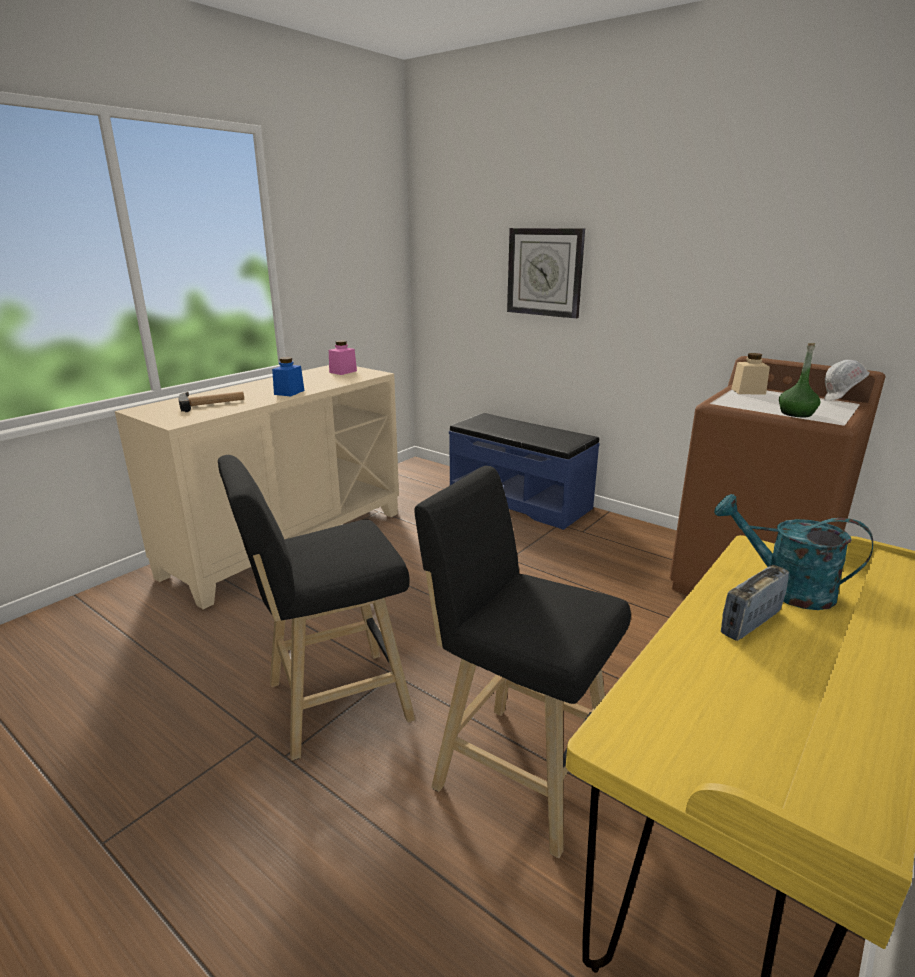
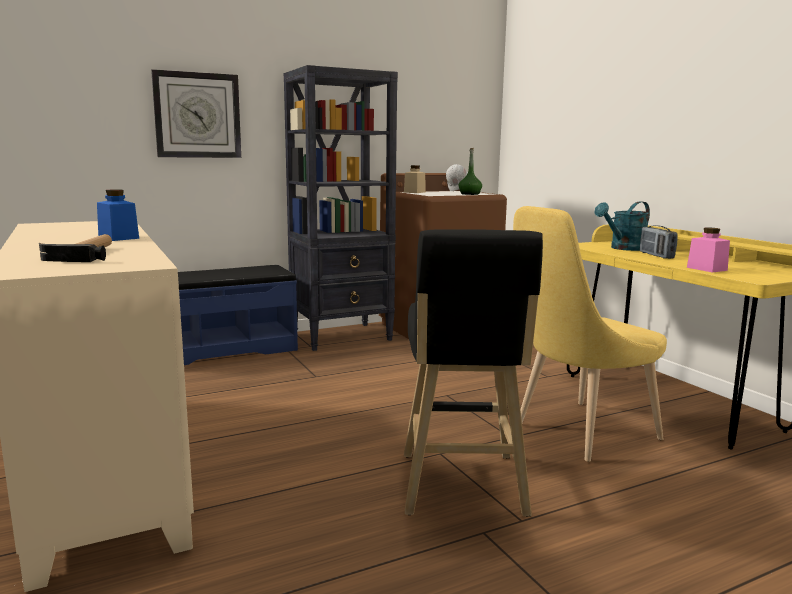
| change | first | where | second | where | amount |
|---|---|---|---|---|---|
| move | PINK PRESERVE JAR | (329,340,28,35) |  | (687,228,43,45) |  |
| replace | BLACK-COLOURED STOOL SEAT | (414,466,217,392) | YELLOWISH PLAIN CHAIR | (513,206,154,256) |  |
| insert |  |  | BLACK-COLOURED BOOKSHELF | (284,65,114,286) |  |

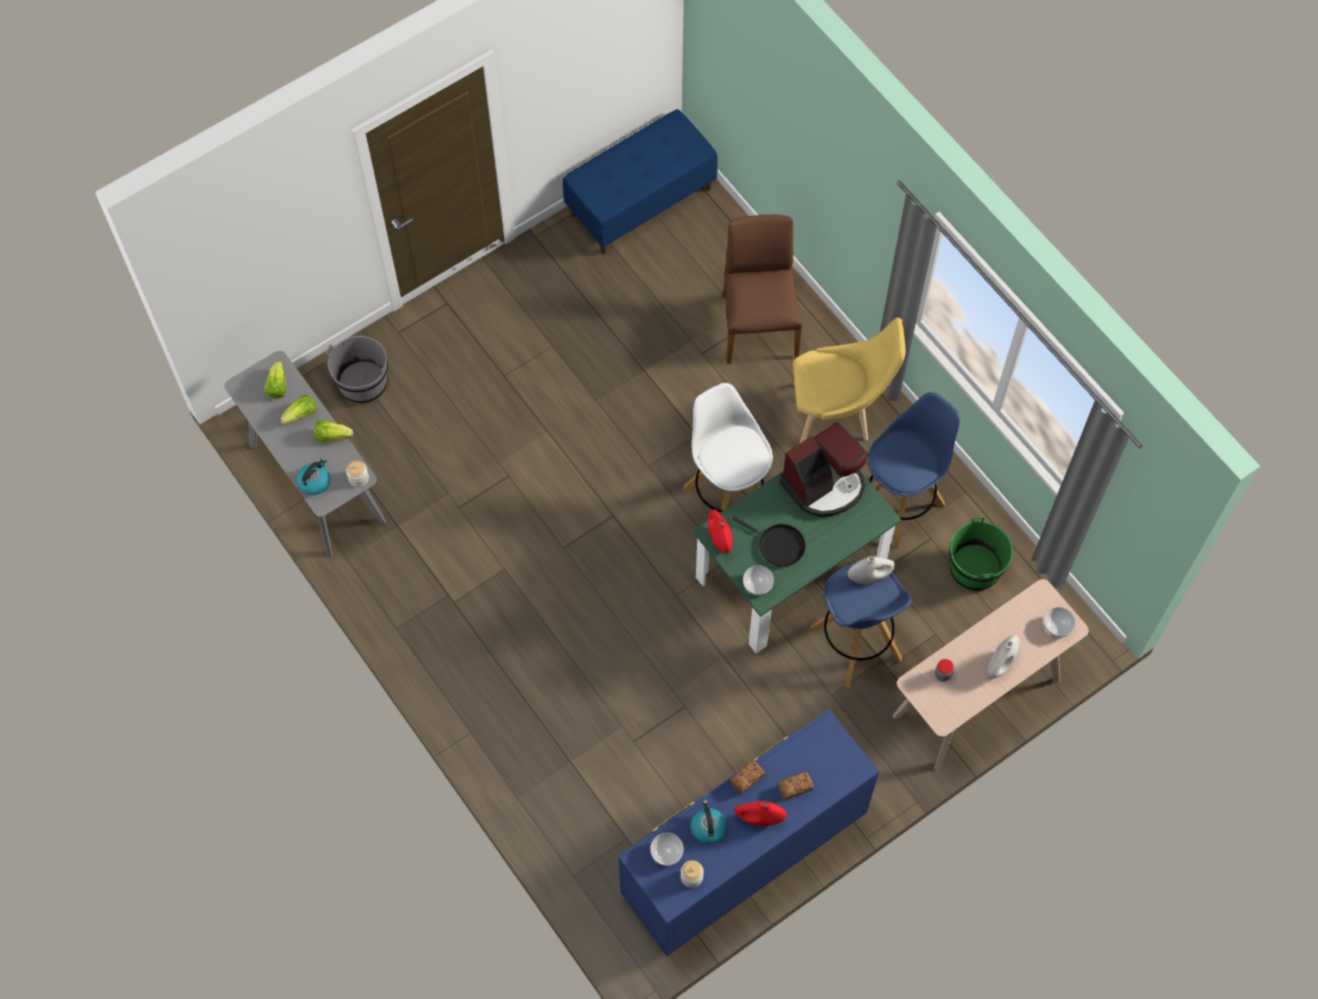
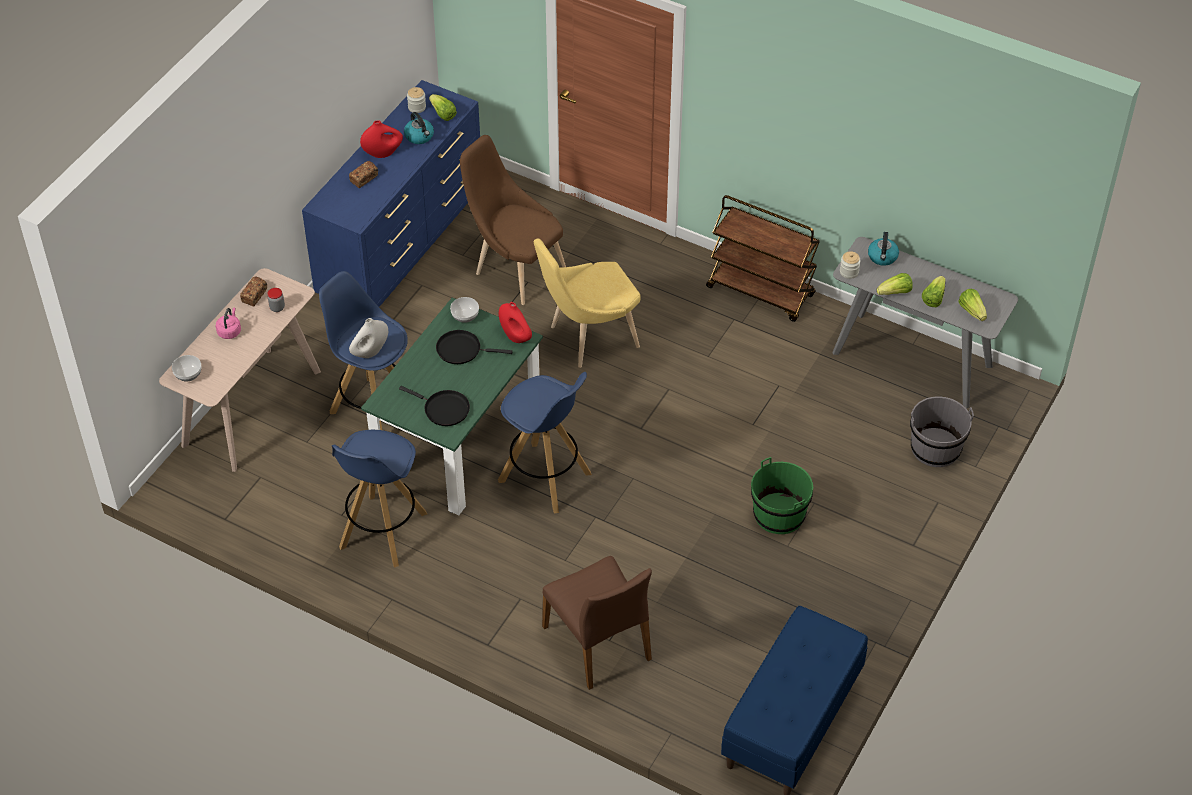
| change | first | where | second | where | amount |
|---|---|---|---|---|---|
| move | YELLOWISH PLAIN CHAIR | (793,317,113,127) |  | (534,238,107,130) |  |
| recolor | WHITE STOOL SEAT | (683,383,90,129) | BLUISH STOOL SEAT | (498,372,94,141) |  |
| replace | COFFEE MAKER | (779,422,89,95) | BLACK-COLOURED FRYING PAN | (399,386,71,40) |  |
| move | GREEN-COLOURED BUCKET | (949,517,64,74) |  | (751,457,62,77) |  |
| replace | WHITE VASE | (987,635,33,43) | PINK KETTLE | (216,307,25,32) |  |
| move | BAKED BREAD | (730,761,35,34) |  | (240,276,27,30) |  |
| replace | DEEP DISH | (650,833,34,33) | LETTUCE HEAD | (429,94,28,27) |  |
| insert |  |  | BROWNISH PLAIN CHAIR | (460,135,106,170) |  |
| insert |  |  | BROWNISH WHEELED CART | (706,195,114,127) |  |

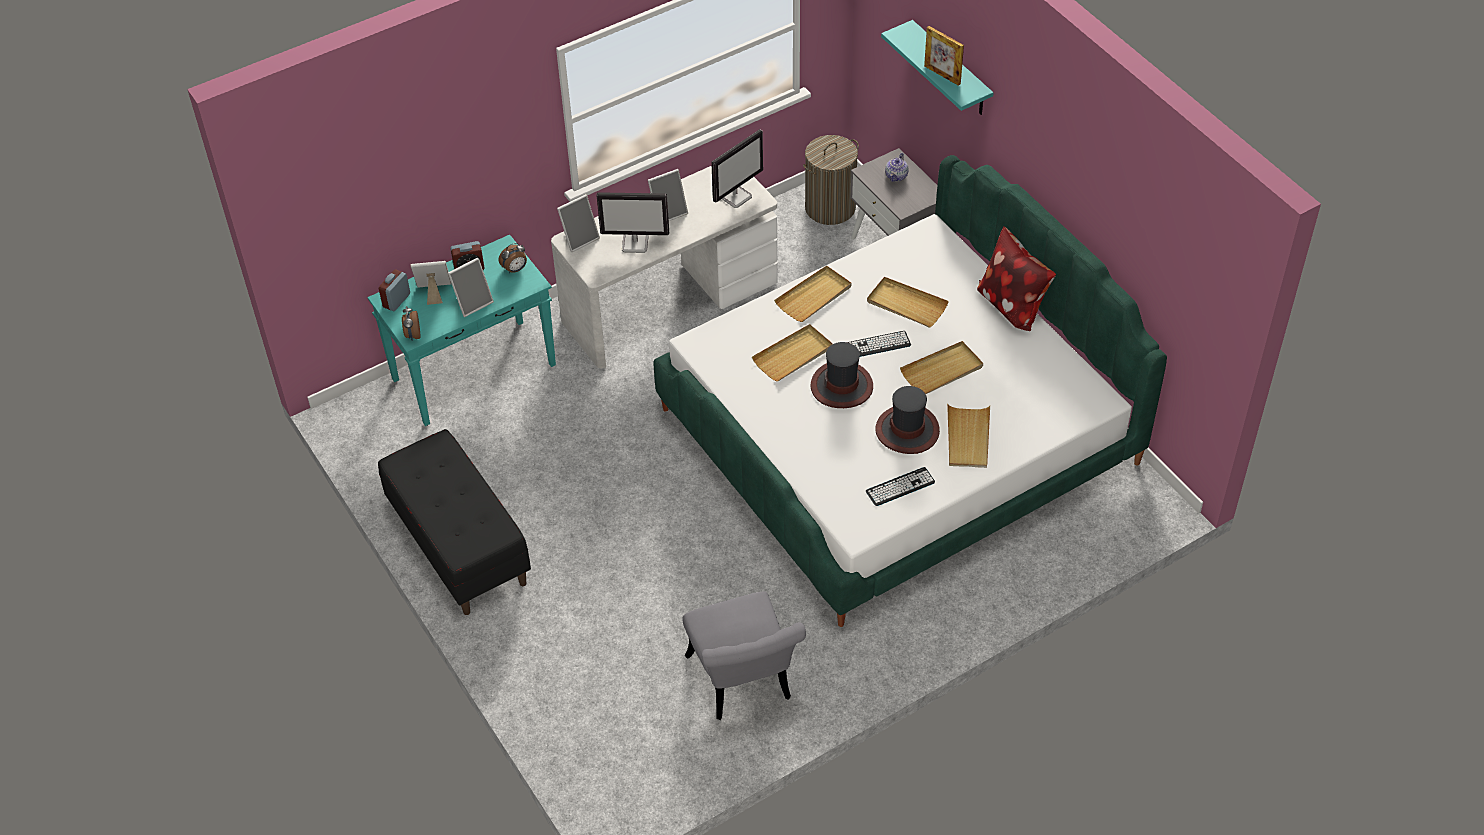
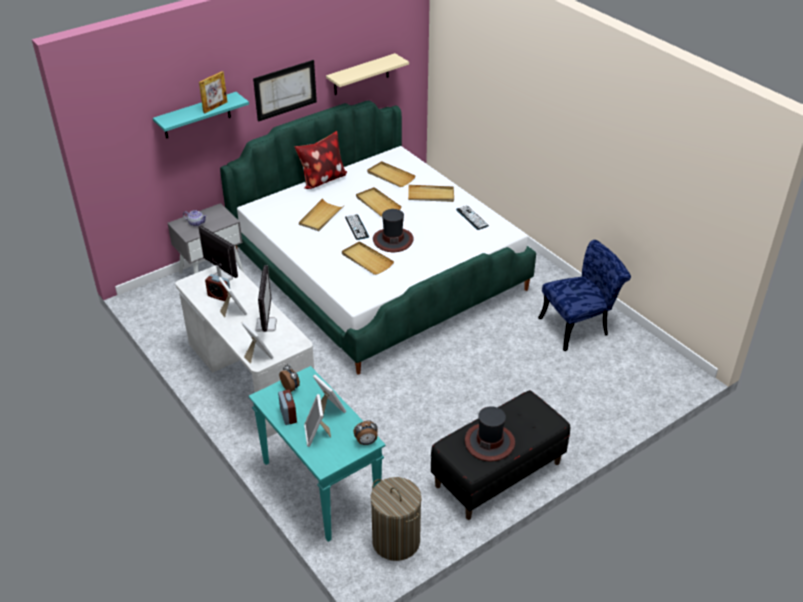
| change | first | where | second | where | amount |
|---|---|---|---|---|---|
| move | WASHING BASKET | (803,135,56,90) |  | (371,477,50,84) |  |
| move | BEIGE-COLOURED CARRYING TRAY | (774,265,77,57) |  | (367,161,48,26) |  |
| move | ALARM CLOCK | (379,269,31,42) |  | (205,274,25,27) |  |
| move | HAT | (875,386,65,68) |  | (465,407,50,55) |  |
| recolor | GRAY PLAIN CHAIR | (683,592,123,128) | BLUISH PLAIN CHAIR | (538,240,93,111) |  |
| insert |  |  | BEIGE-COLOURED WALL SHELF | (326,53,83,42) |  |
| insert |  |  | WALL ART | (253,60,64,62) |  |

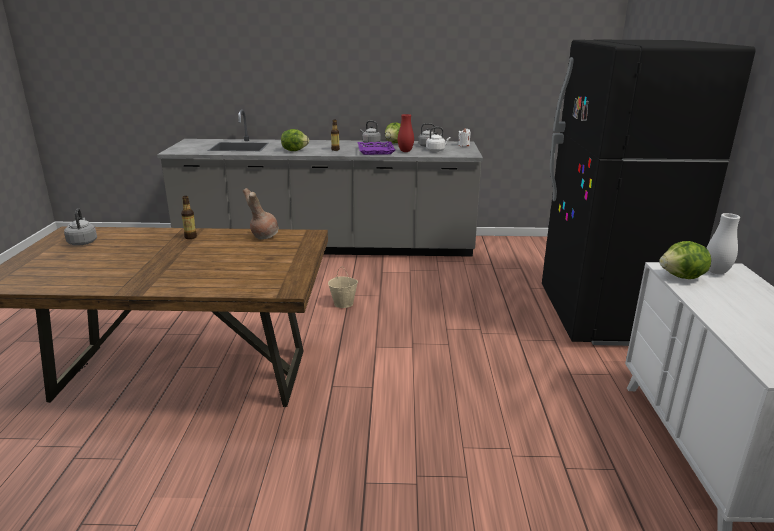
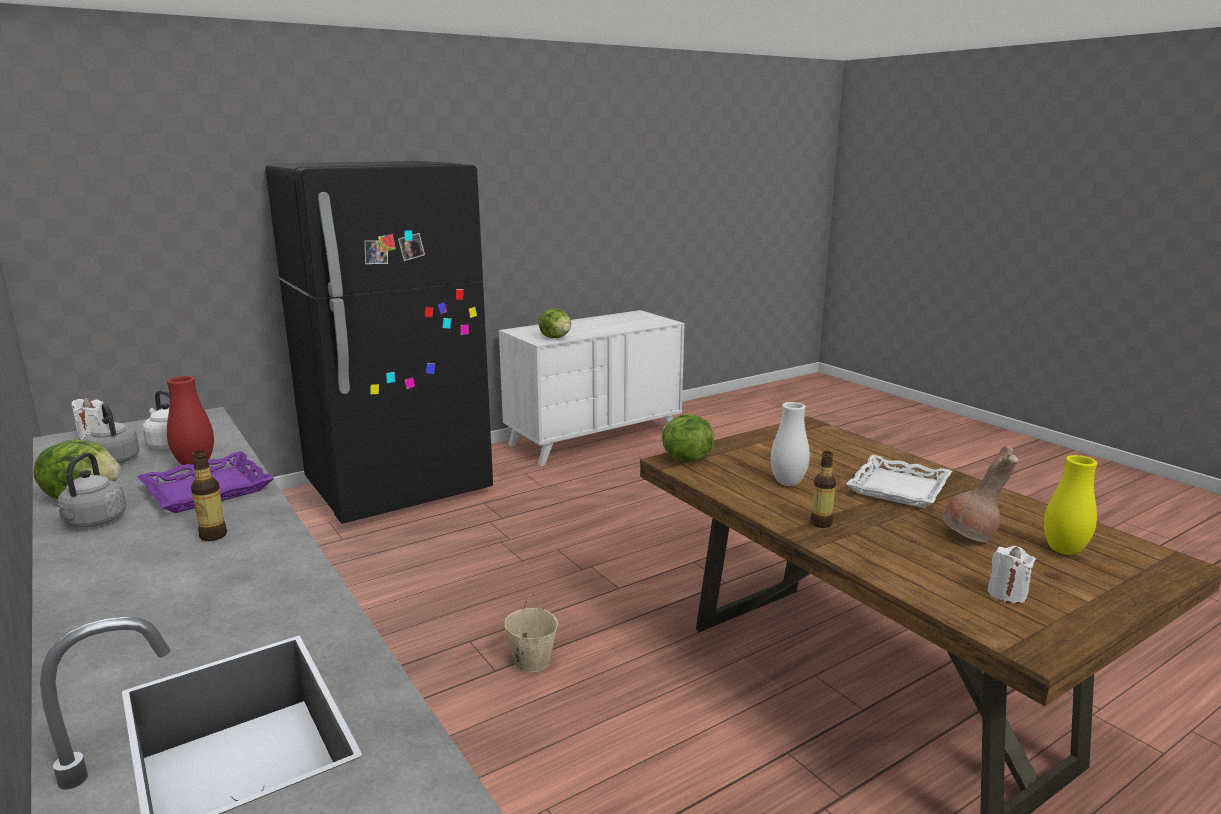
| change | first | where | second | where | amount |
|---|---|---|---|---|---|
| move | LETTUCE HEAD | (281,129,28,22) |  | (662,414,52,48) |  |
| move | BROWNISH VASE | (243,188,36,52) |  | (943,446,75,96) |  |
| replace | GRAY KETTLE | (64,208,33,38) | WHITE WAX LIGHT | (988,546,48,58) |  |
| move | WHITE VASE | (706,213,34,61) |  | (771,402,39,84) |  |
| insert |  |  | WHITE CARRYING TRAY | (846,455,106,53) |  |
| insert |  |  | YELLOWISH VASE | (1044,455,53,100) |  |

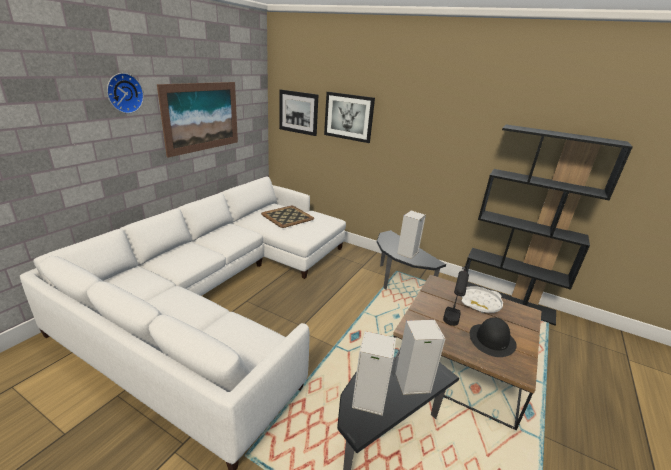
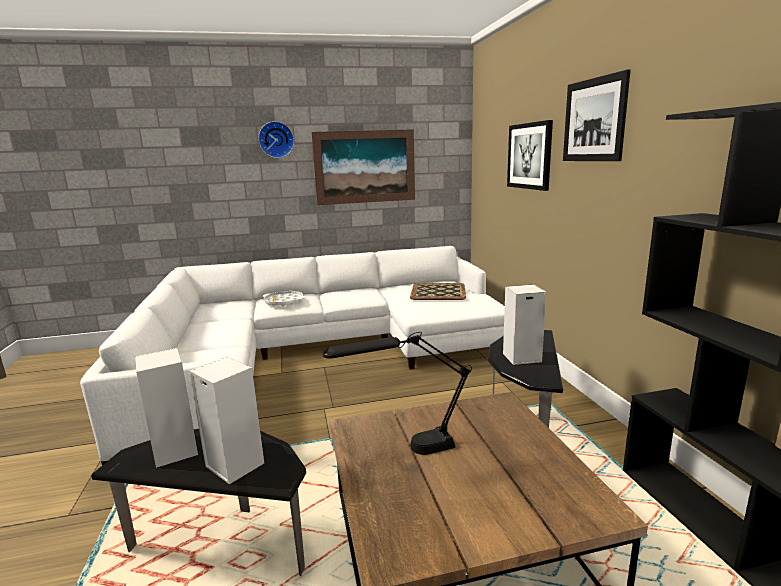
| change | first | where | second | where | amount |
|---|---|---|---|---|---|
| move | WALL ART | (279,89,39,47) |  | (563,70,68,91) |  |
| move | WHITE CARRYING TRAY | (461,286,42,27) |  | (263,291,42,15) |  |
| delete | BLACK-COLOURED HAT | (470,317,47,40) |  |  |  |

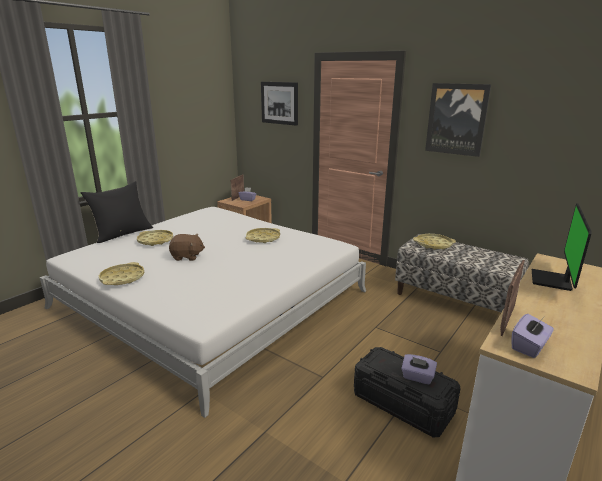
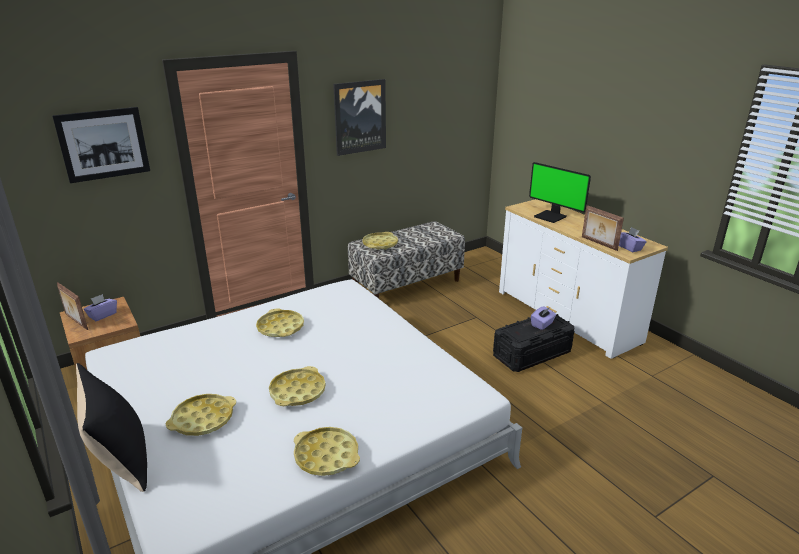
| change | first | where | second | where | amount |
|---|---|---|---|---|---|
| replace | BROWNISH CUDDLY TOY | (169,234,36,27) | YELLOWISH CARRYING TRAY | (269,366,56,40) |  |

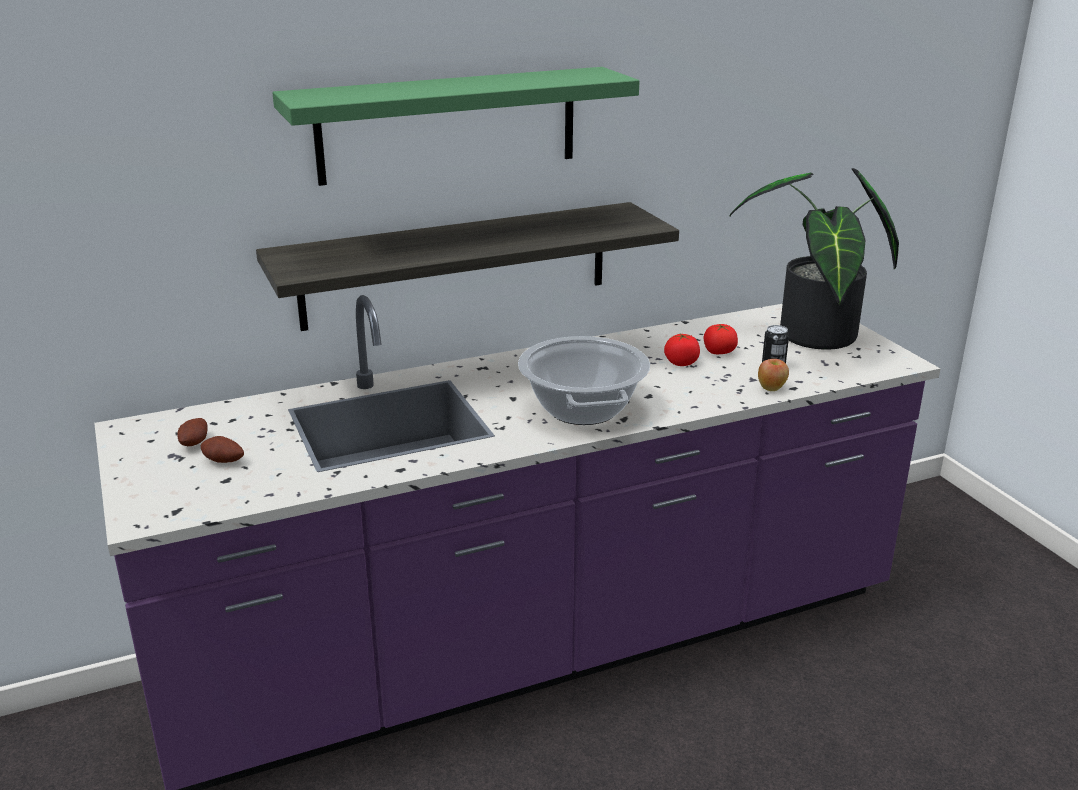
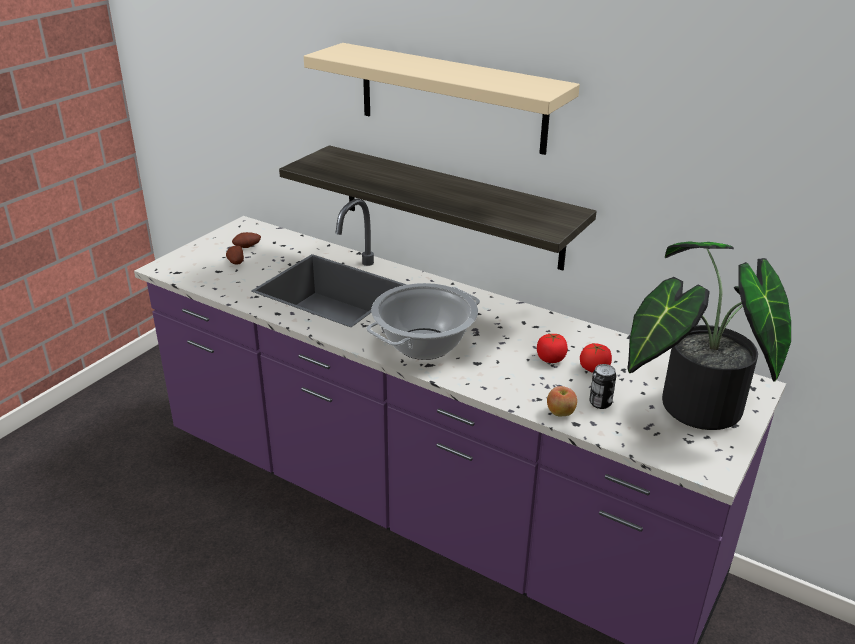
| change | first | where | second | where | amount |
|---|---|---|---|---|---|
| recolor | GREEN-COLOURED WALL SHELF | (272,67,367,119) | BEIGE-COLOURED WALL SHELF | (304,43,276,112) |  |

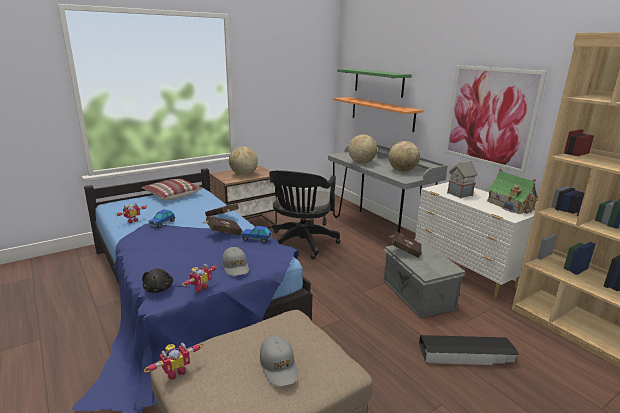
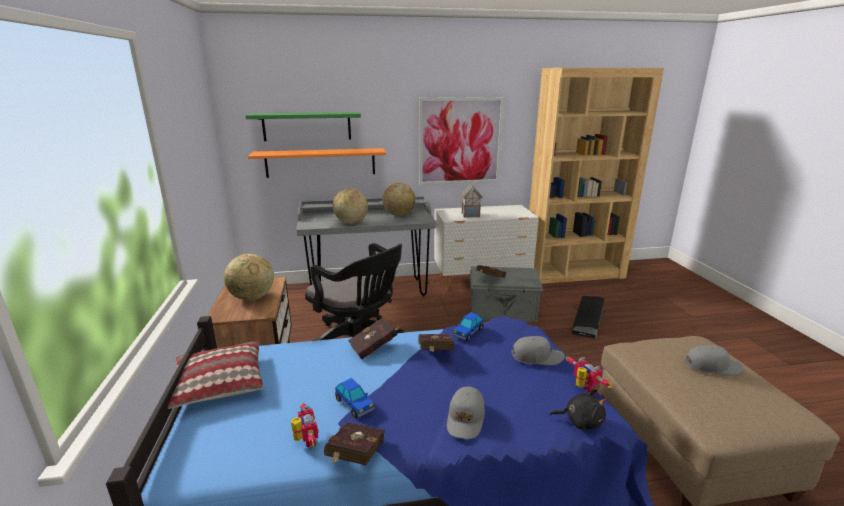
| change | first | where | second | where | amount |
|---|---|---|---|---|---|
| delete | MINIATURE HOUSE | (486,169,52,45) |  |  |  |
| delete | MODEL ROBOT | (144,343,59,37) |  |  |  |
| insert |  |  | GRAY BASEBALL CAP | (447,387,38,52) |  |
| insert |  |  | RED-COLOURED BOUND BOOK | (324,422,61,43) |  |

